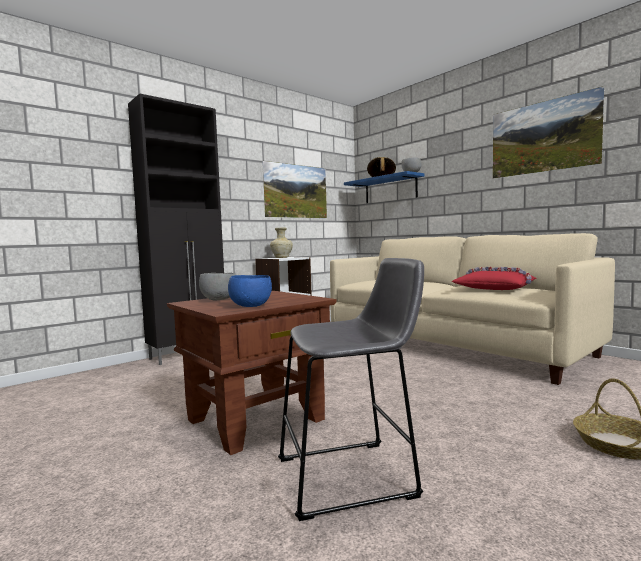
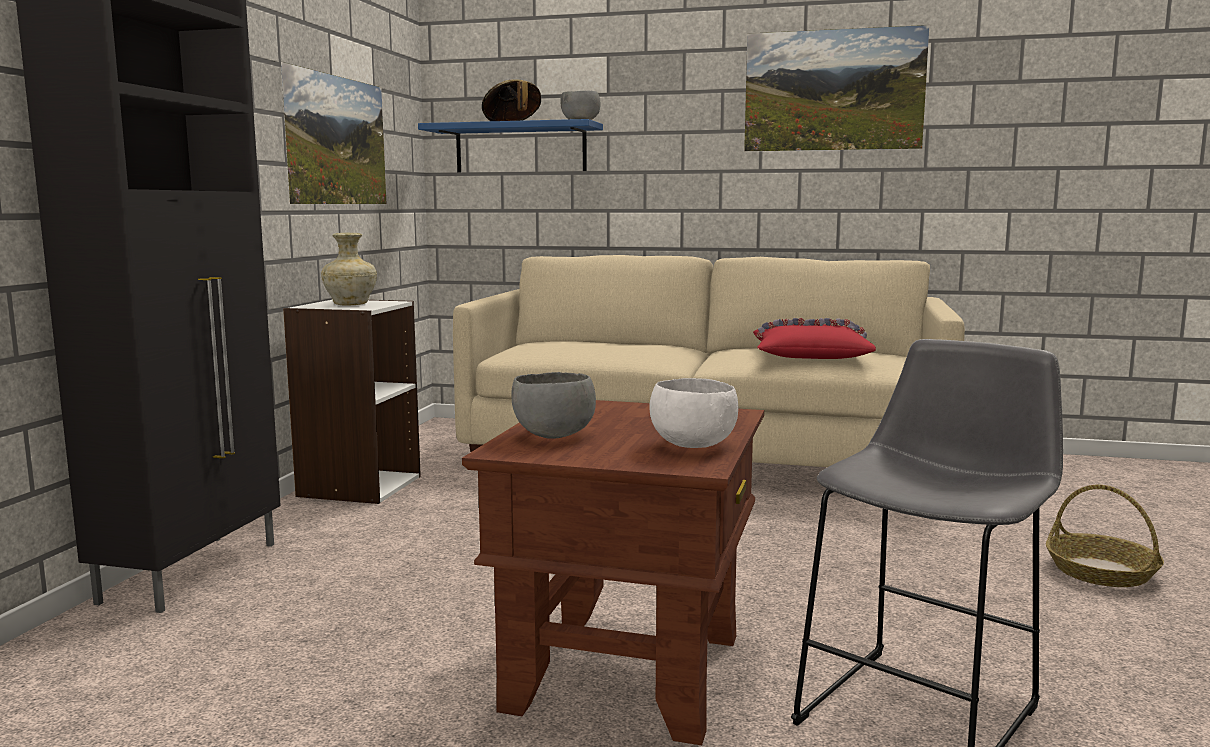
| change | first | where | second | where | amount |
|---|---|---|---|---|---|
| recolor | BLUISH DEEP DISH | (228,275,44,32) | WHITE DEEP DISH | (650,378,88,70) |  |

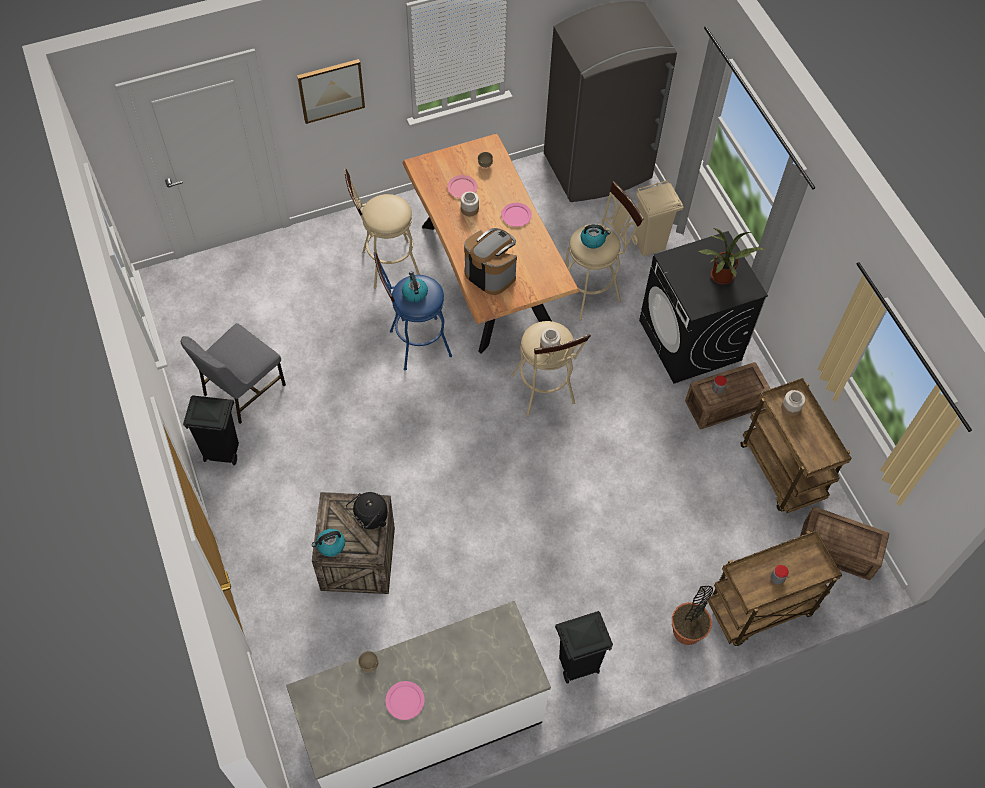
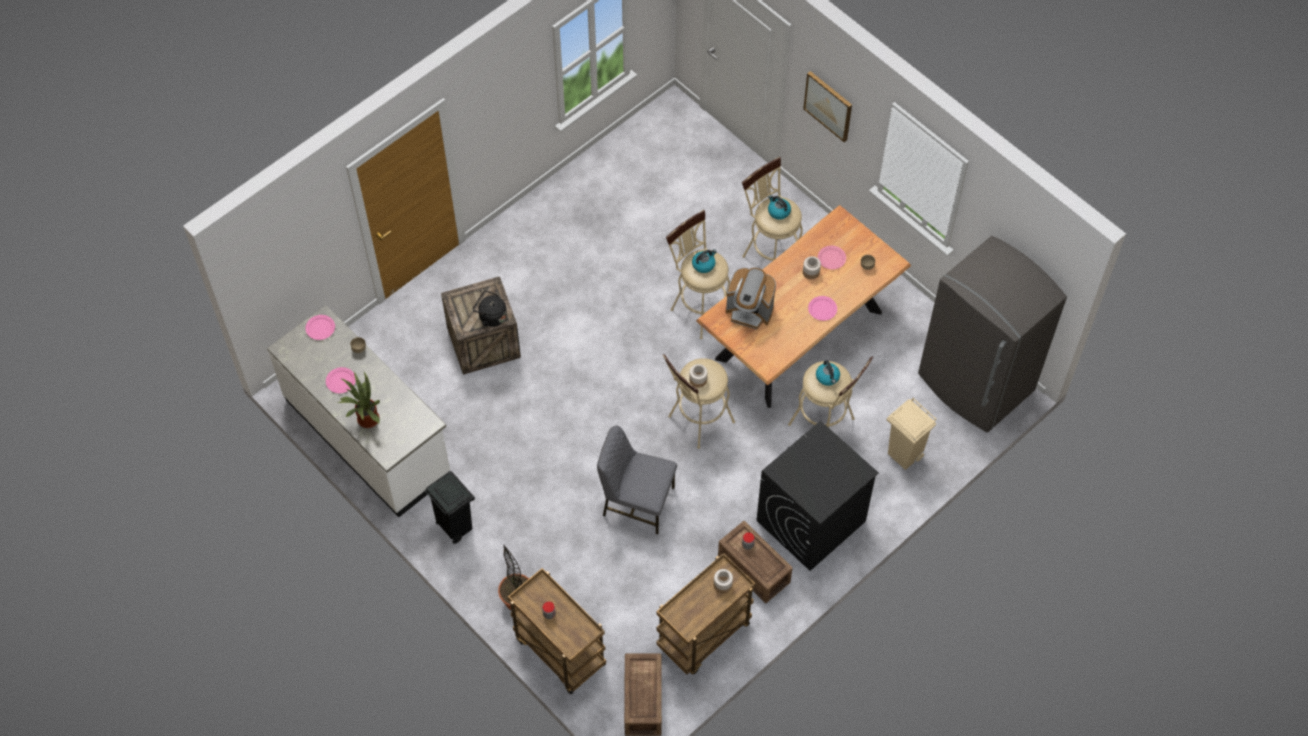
| change | first | where | second | where | amount |
|---|---|---|---|---|---|
| rotate | COFFEE MAKER | (464,228,53,67) |  | (726,268,50,61) | 90 degrees clockwise |
| move | POTTED PLANT | (698,228,68,56) |  | (338,372,42,56) |  |
| recolor | BLUISH STOOL SEAT | (374,252,78,118) | BEIGE-COLOURED STOOL SEAT | (666,210,64,129) |  |
| move | GRAY PLAIN CHAIR | (181,323,105,101) |  | (597,426,80,108) |  |
| delete | BLACK-COLOURED WASTE BIN | (183,395,56,70) |  |  |  |
| move | KETTLE | (312,529,33,28) |  | (768,195,23,25) |  |
| insert |  |  | PINK PLATE | (305,315,30,25) |  |

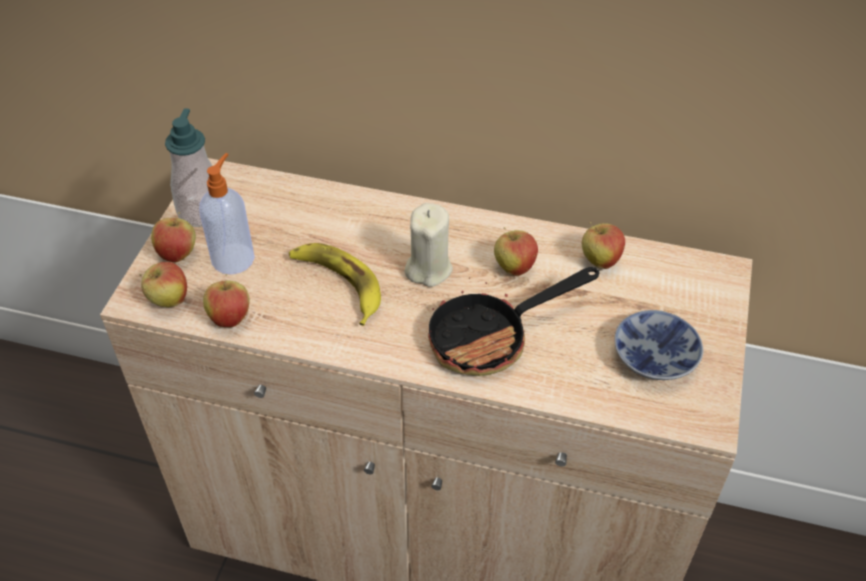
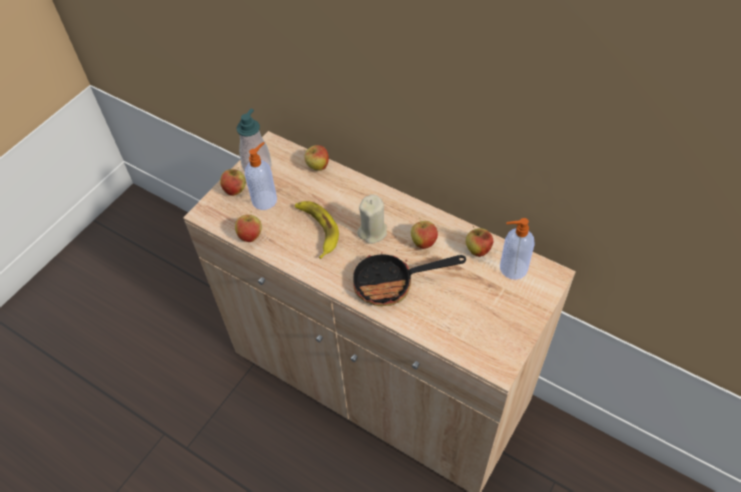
| change | first | where | second | where | amount |
|---|---|---|---|---|---|
| move | APPLE FRUIT | (139,262,48,45) |  | (304,145,25,26) |  |
| delete | DEEP DISH | (615,310,88,70) |  |  |  |
| insert |  |  | SOAP DISPENSER | (500,218,34,62) |  |

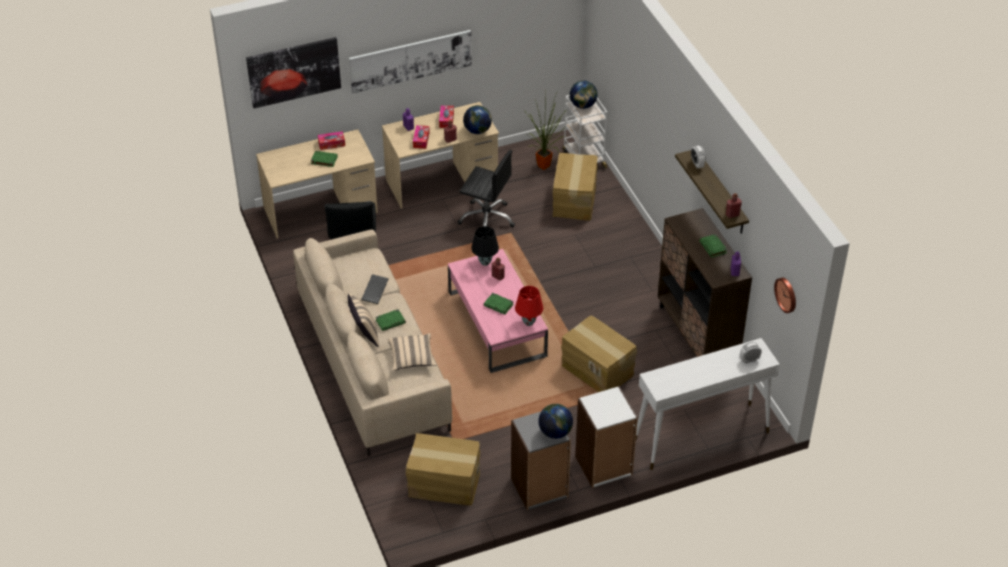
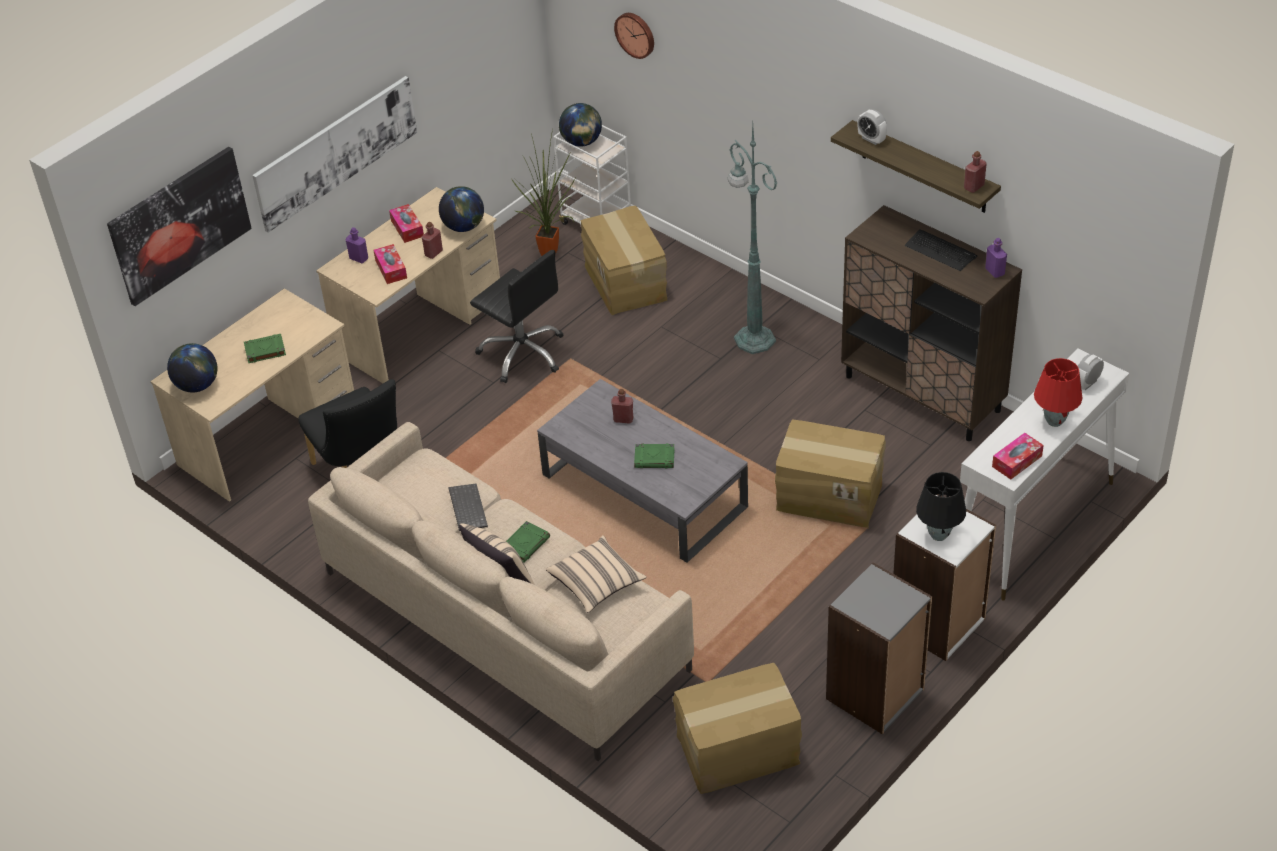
| change | first | where | second | where | amount |
|---|---|---|---|---|---|
| move | TISSUE BOX | (318,131,27,19) |  | (992,433,52,46) |  |
| rotate | BLACK-COLOURED DESK CHAIR | (457,150,58,78) |  | (470,250,93,133) | 45 degrees clockwise |
| move | BLACK-COLOURED LAMP FOR A TABLE | (472,226,27,40) |  | (916,472,50,69) |  |
| replace | GREEN-COLOURED BOUND BOOK | (699,234,28,24) | KEYBOARD | (905,229,73,42) |  |
| recolor | PINK LOW TABLE | (448,249,100,124) | GRAY LOW TABLE | (537,379,211,184) |  |
| move | WALL CLOCK | (774,278,22,35) |  | (614,13,40,46) |  |
| move | RED-COLOURED LAMP FOR A TABLE | (515,286,28,40) |  | (1034,358,49,69) |  |
| move | DESK GLOBE | (538,404,35,35) |  | (167,343,50,49) |  |
| insert |  |  | GREEN-COLOURED STANDING LAMP | (728,124,49,230) |  |

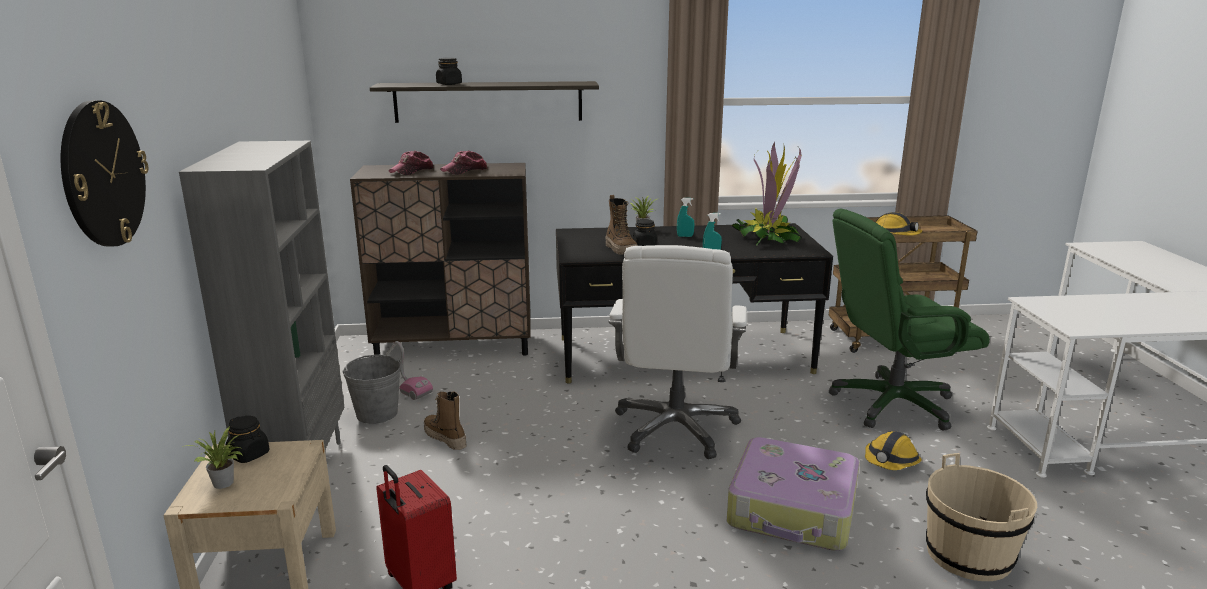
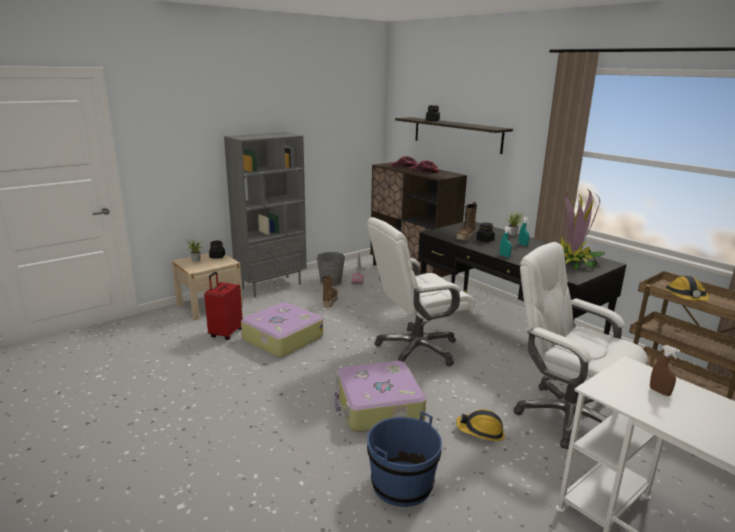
| change | first | where | second | where | amount |
|---|---|---|---|---|---|
| delete | WALL CLOCK | (61,100,87,147) |  |  |  |
| recolor | GREEN-COLOURED DESK CHAIR | (829,209,161,222) | WHITE DESK CHAIR | (514,242,134,207) |  |
| recolor | BEIGE-COLOURED BUCKET | (926,453,111,128) | BLUISH BUCKET | (367,411,75,96) |  |
| insert |  |  | TRAVEL CASE | (241,302,82,55) |  |
| insert |  |  | BROWNISH SPRAY BOTTLE | (650,345,30,51) |  |

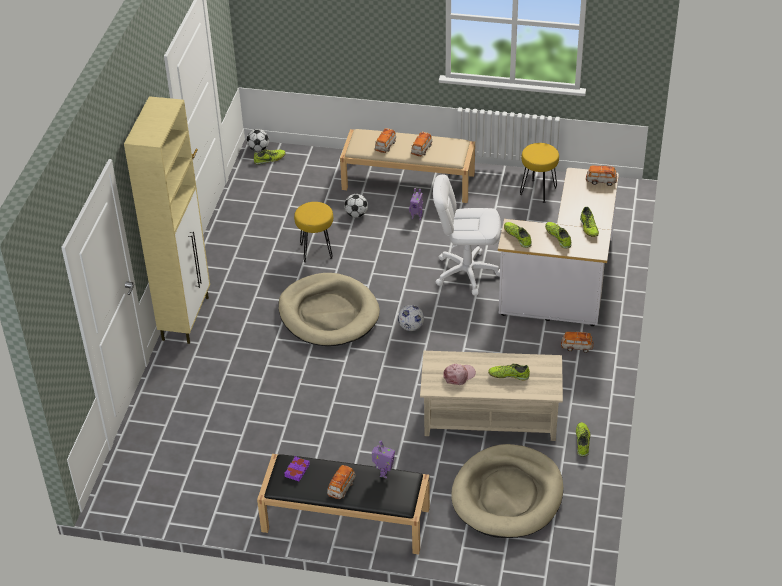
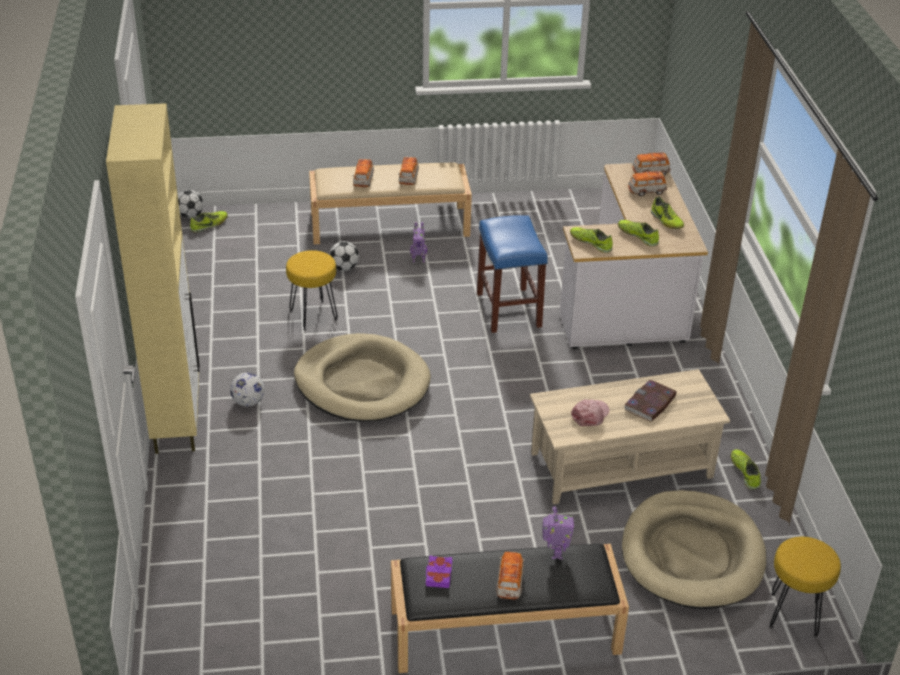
| change | first | where | second | where | amount |
|---|---|---|---|---|---|
| move | YELLOWISH STOOL SEAT | (520,143,39,60) |  | (769,537,72,100) |  |
| replace | WHITE DESK CHAIR | (433,175,68,121) | BLUISH STOOL SEAT | (477,215,71,118) |  |
| move | BALL FOR FOOTBALL | (398,305,26,26) |  | (230,372,35,34) |  |
| move | MODEL CAR | (561,332,32,21) |  | (628,170,39,27) |  |
| replace | ITEM OF FOOTWEAR | (488,363,42,18) | BOUND BOOK | (624,380,52,42) |  |

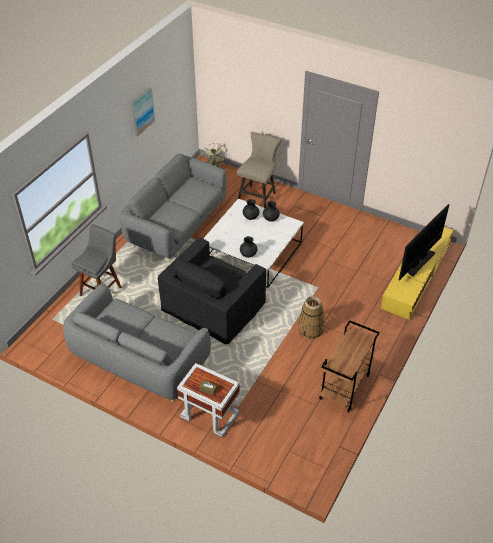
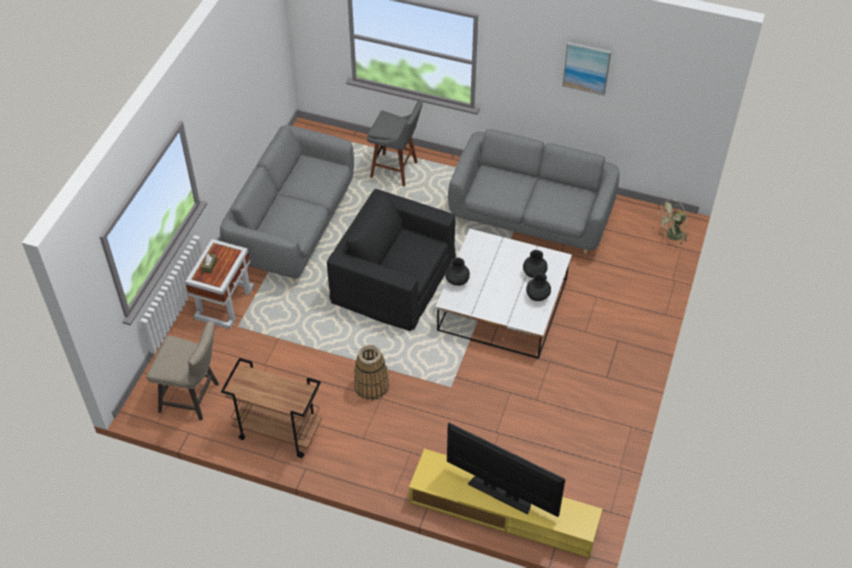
| change | first | where | second | where | amount |
|---|---|---|---|---|---|
| move | BEIGE-COLOURED STOOL SEAT | (237,132,44,76) |  | (146,321,73,99) |  |

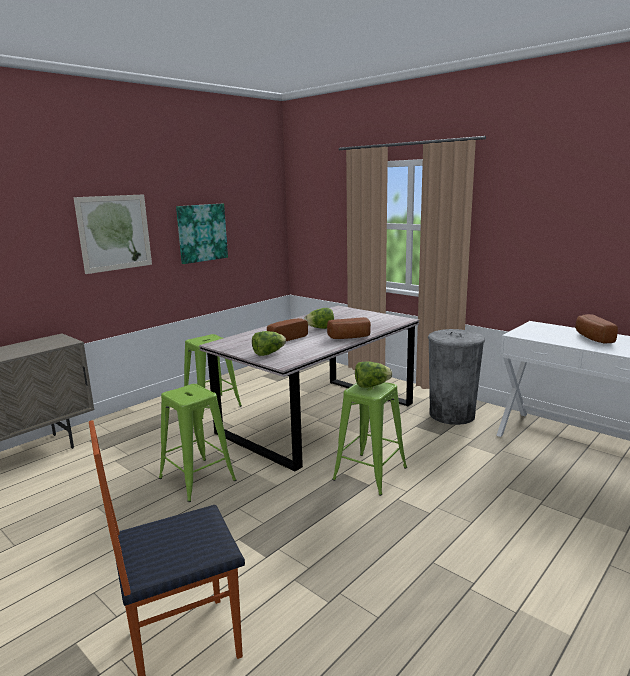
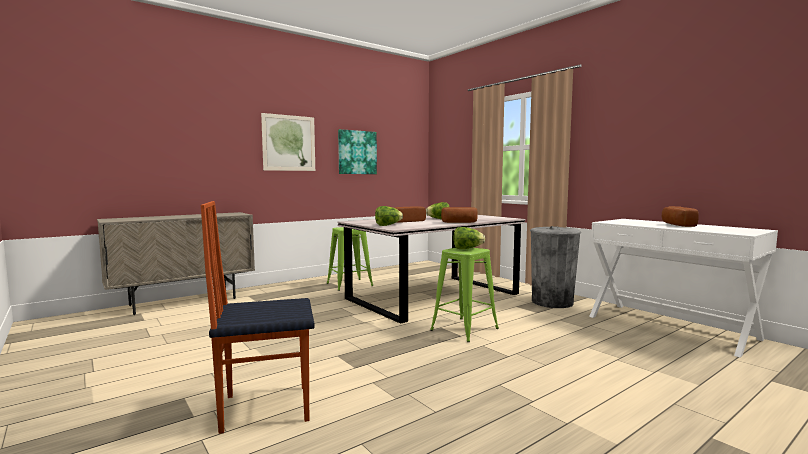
| change | first | where | second | where | amount |
|---|---|---|---|---|---|
| delete | GREEN-COLOURED STOOL SEAT | (159,384,77,118) |  |  |  |

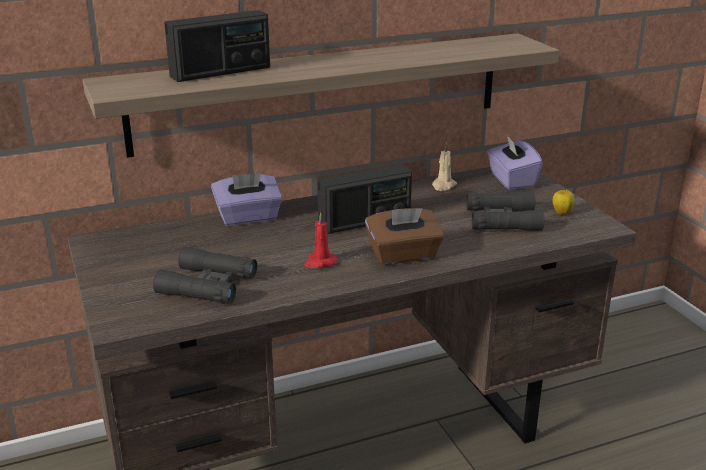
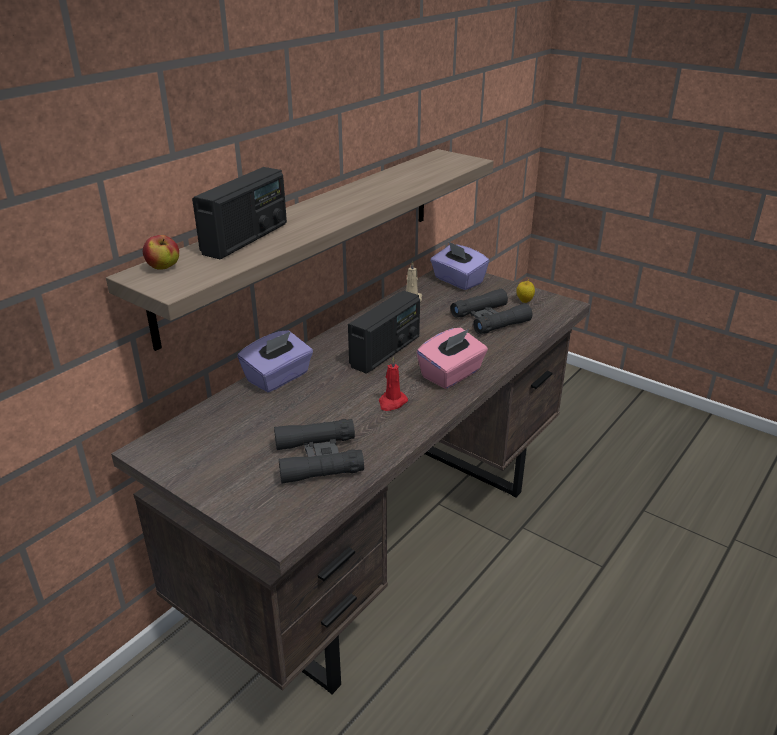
| change | first | where | second | where | amount |
|---|---|---|---|---|---|
| recolor | BROWNISH TISSUE BOX | (365,208,79,57) | PINK TISSUE BOX | (417,328,71,61) |  |
| insert |  |  | APPLE FRUIT | (143,235,36,35) |  |

